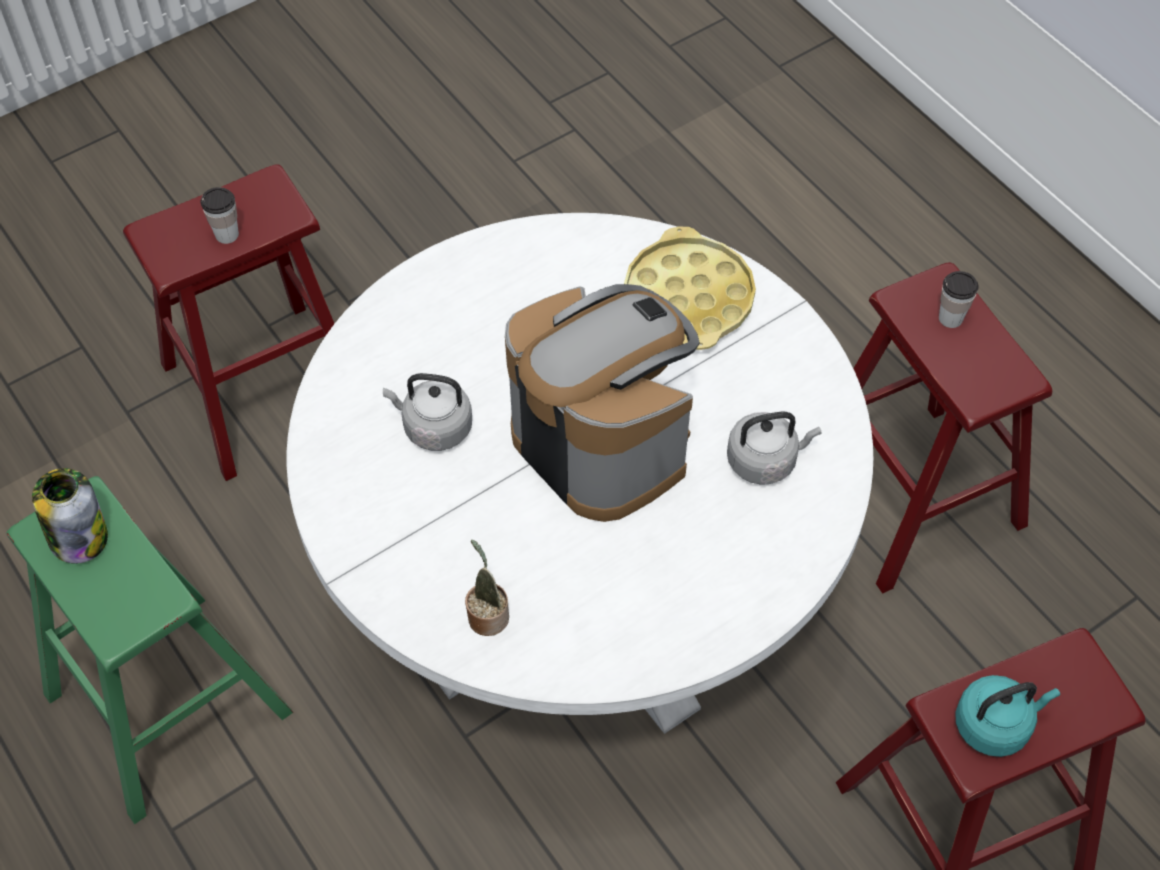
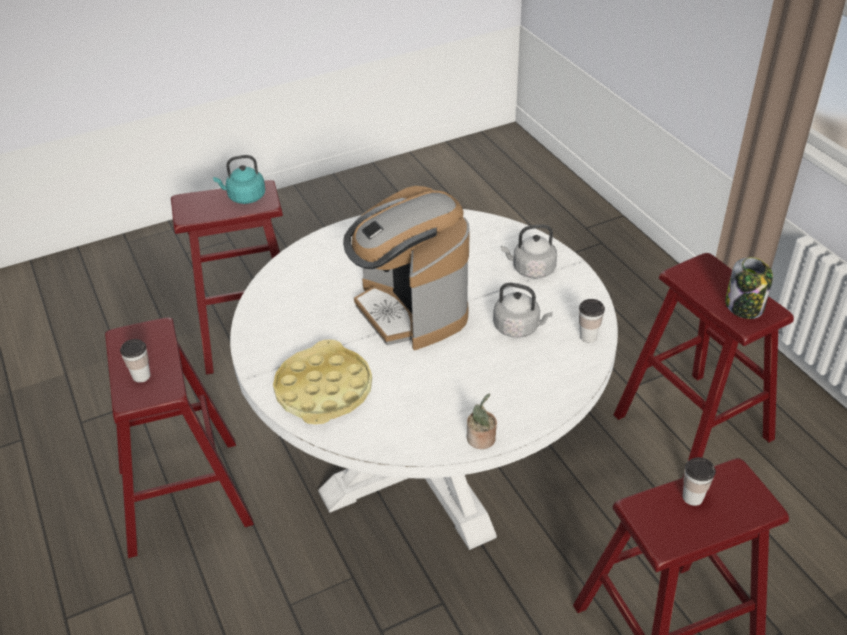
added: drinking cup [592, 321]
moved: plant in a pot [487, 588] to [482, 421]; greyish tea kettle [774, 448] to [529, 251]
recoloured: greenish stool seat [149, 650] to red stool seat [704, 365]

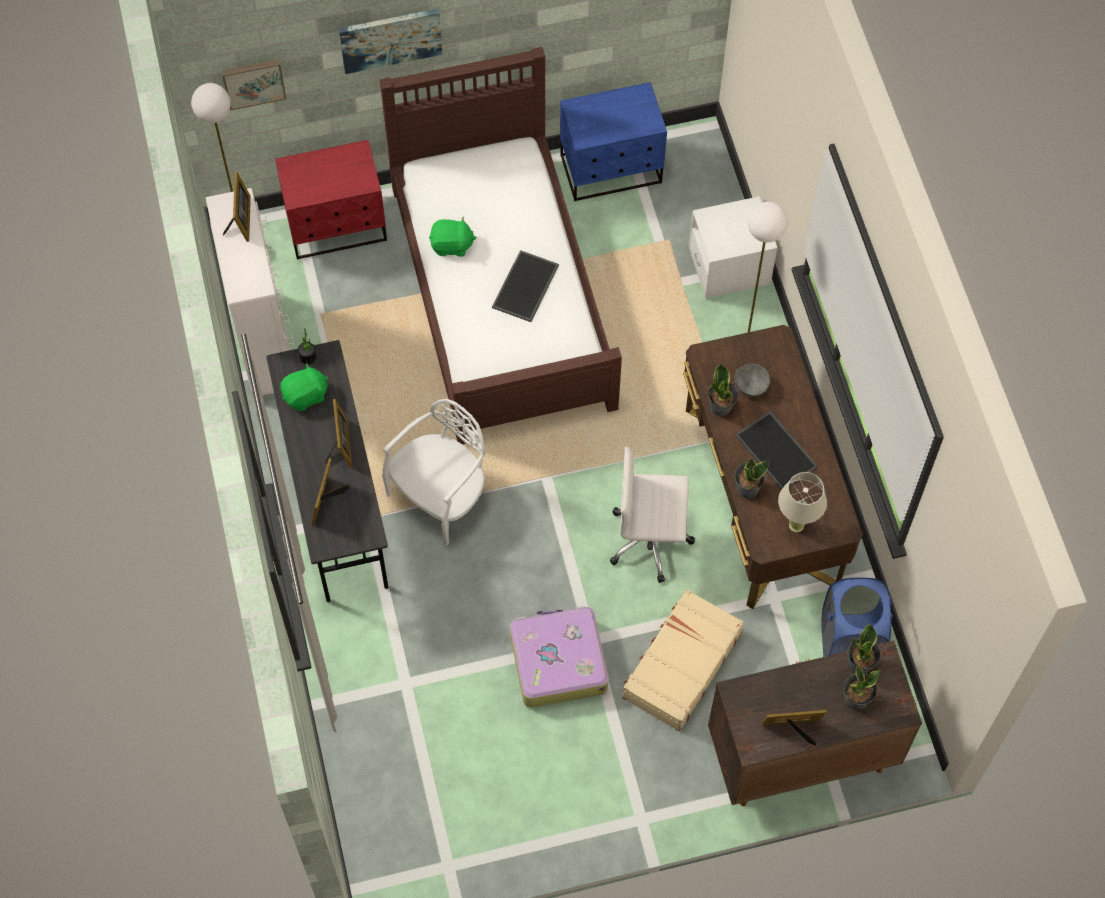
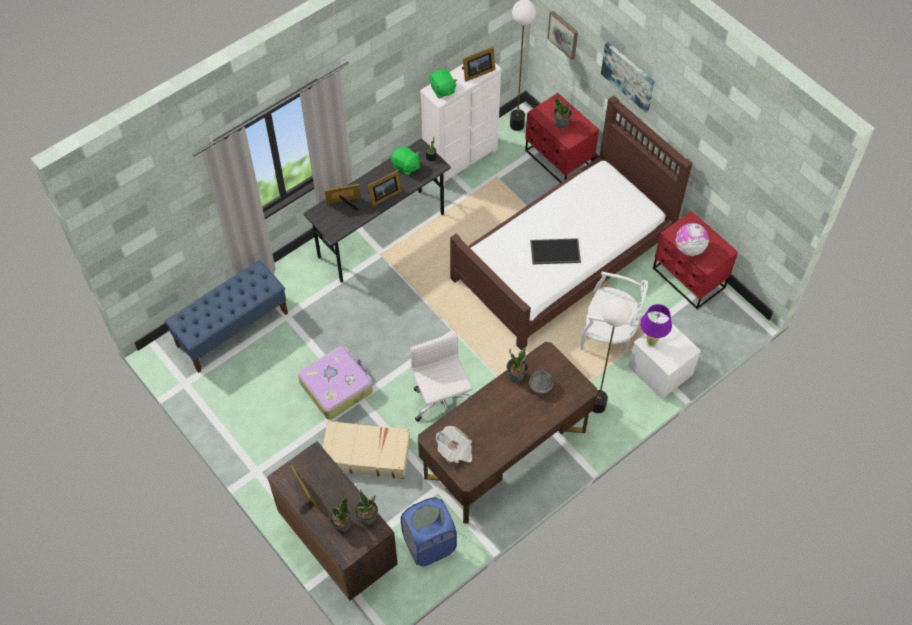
removed: tray [776, 450]
added: bluish long seat [226, 316]; purplish lamp for a table [656, 325]; desk globe [692, 239]
moved: greenish plush toy [452, 236] to [443, 83]; plant in a pot [752, 478] to [562, 113]; white-coloured upright chair [433, 472] to [614, 311]
replaced: beige-coloured lamp for a table [802, 502] to newspaper [454, 444]
recoloured: bluish nightstand [613, 141] to red nightstand [695, 260]

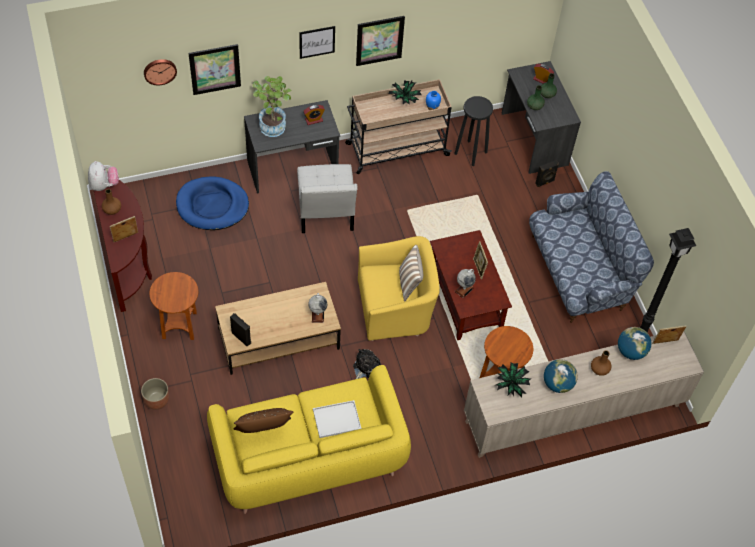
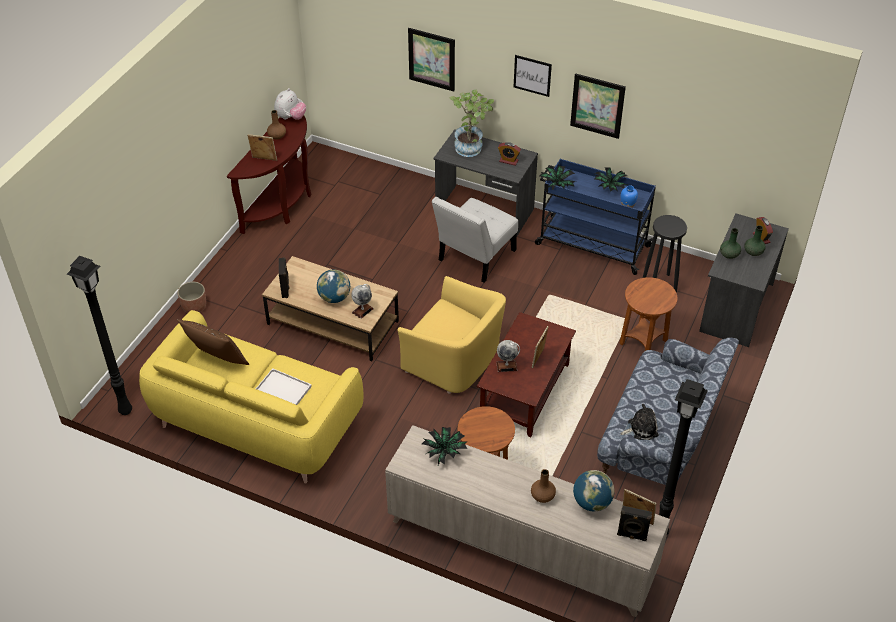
removed: hanging clock [160, 72]; bluish dog bed [212, 203]; cushion [411, 273]
added: blackish standard lamp [99, 335]; plant in a pot [558, 177]
moved: desk globe [561, 376] to [333, 286]; blackish speaker [547, 173] to [634, 523]; brownish side table [173, 306] to [648, 314]; plush toy [367, 364] to [639, 422]
recoloured: beige-coloured trolley [398, 126] to bluish trolley [595, 217]

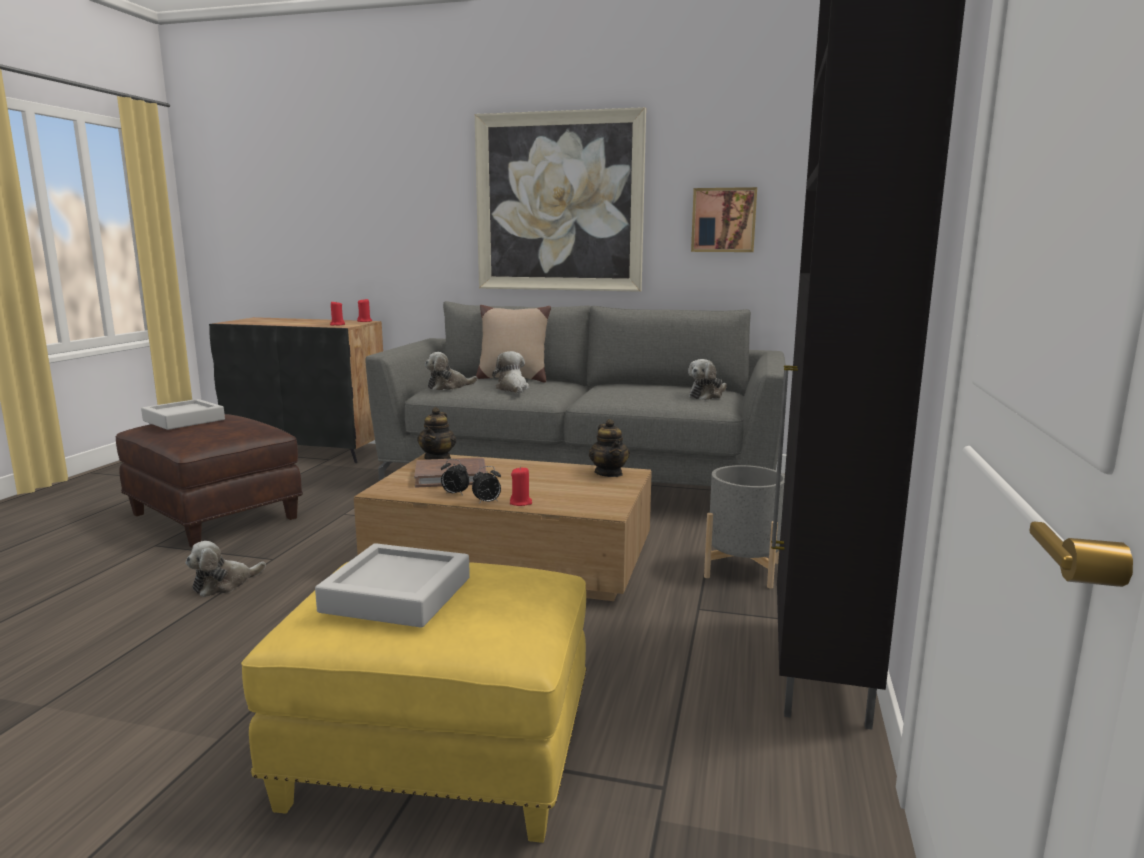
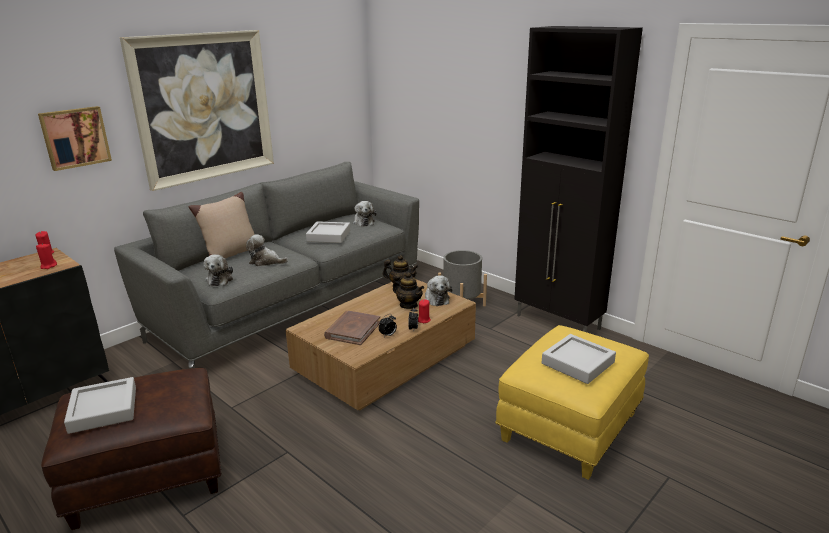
added: greyish tray [328, 232]
moved: wall picture [724, 219] to [75, 138]; pot for tea [436, 433] to [408, 290]; plush toy [226, 569] to [438, 290]

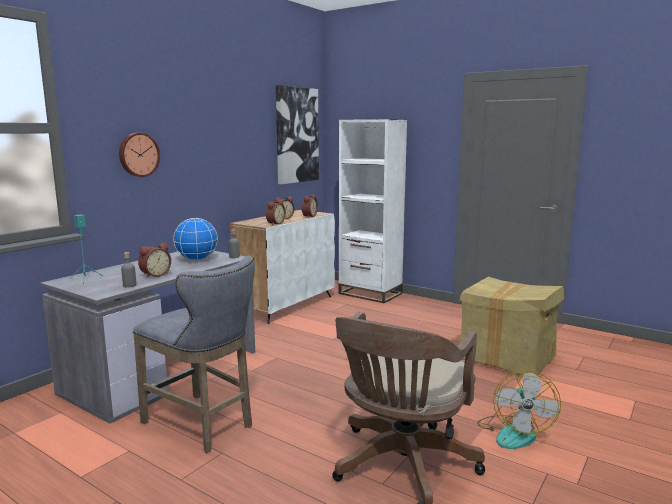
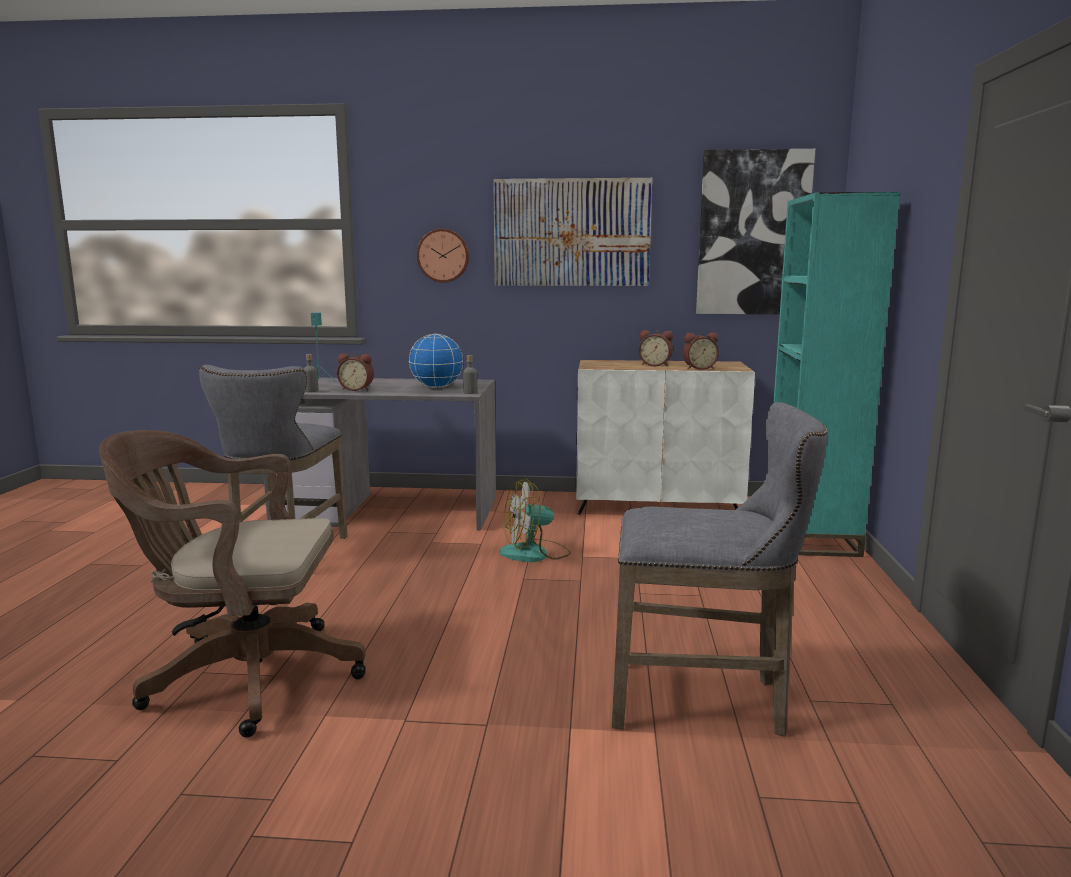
removed: alarm clock [276, 212]
added: wall picture [573, 232]
moved: electric fan [519, 409] to [535, 520]
replaced: carton [511, 326] to greyish stool seat [719, 569]
recoloured: white-coloured bookshelf [372, 211] to blue-green bookshelf [837, 374]

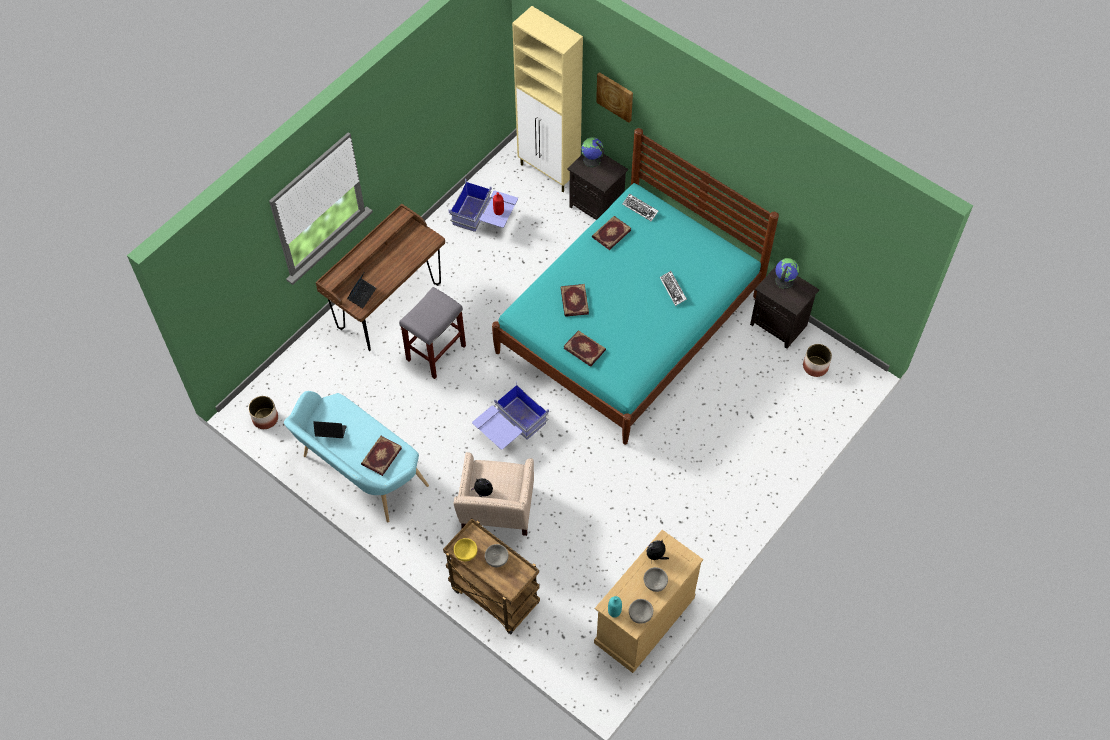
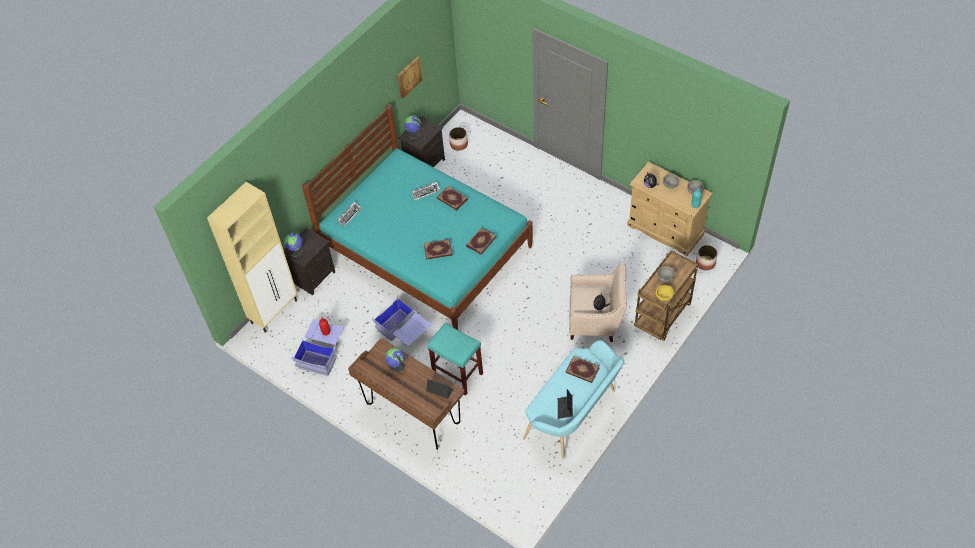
added: desk globe [395, 360]
moved: bluish storage bin [510, 415] to [401, 321]; wall picture [614, 97] to [410, 77]; volume [611, 233] to [452, 198]; flower pot [263, 412] to [707, 258]
recoloured: greyish stool seat [432, 333] to blue-green stool seat [455, 359]

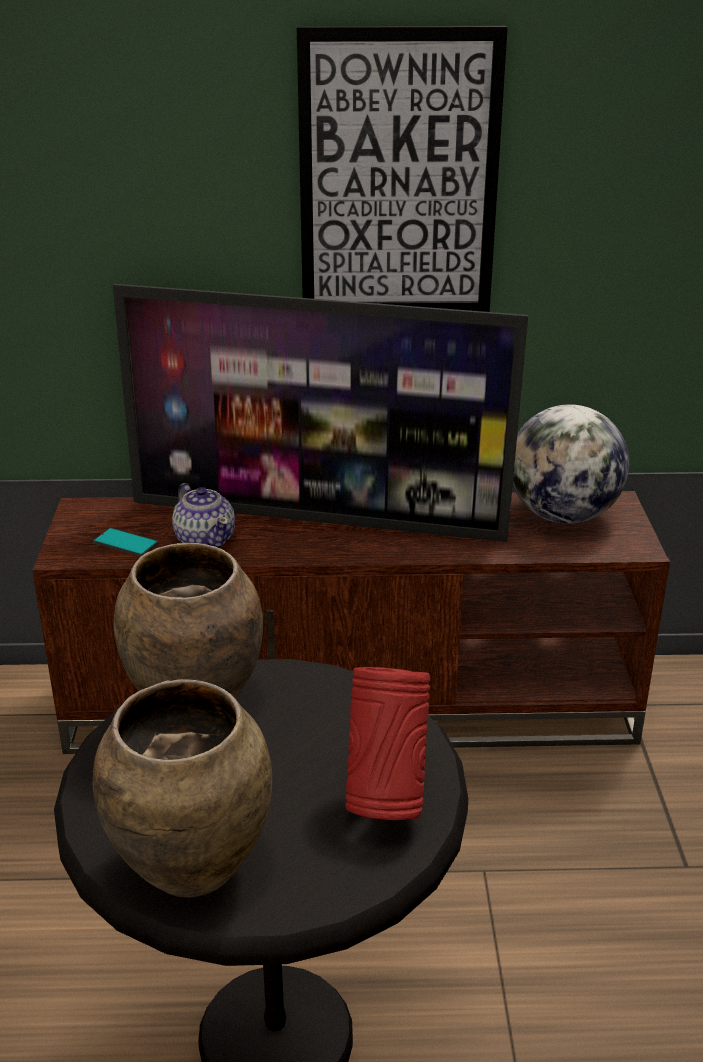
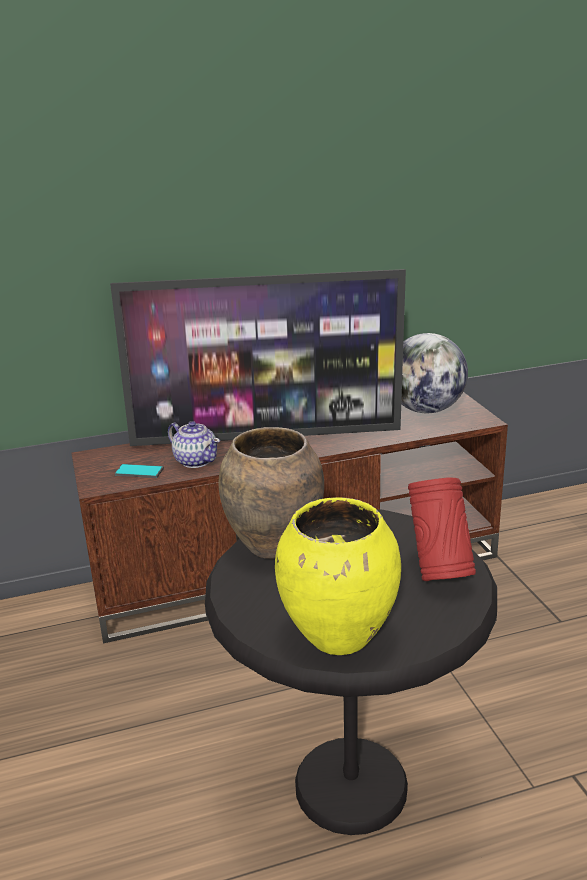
removed: wall picture [402, 169]
recoloured: brownish vase [182, 788] to yellow-coloured vase [338, 576]

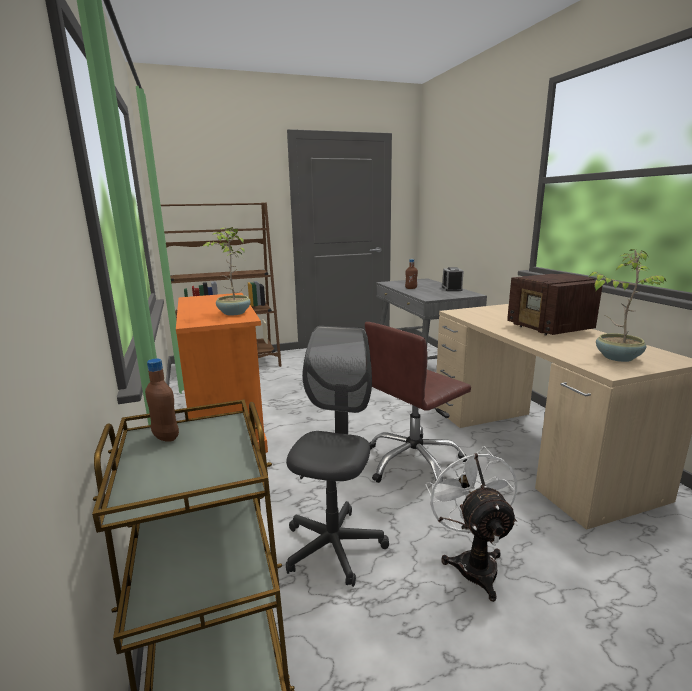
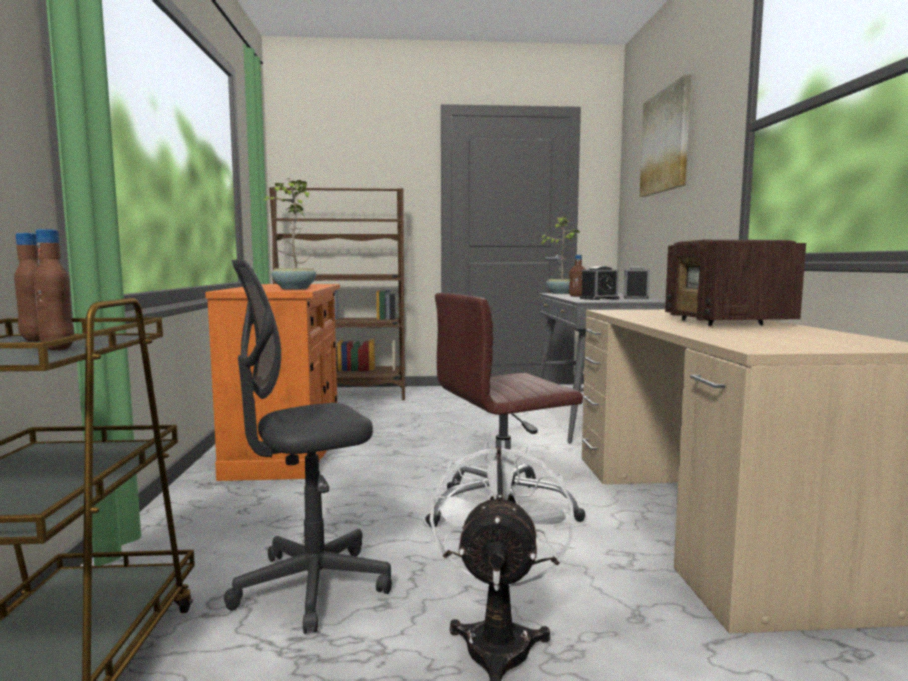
added: brownish drink bottle [53, 289]; alarm clock [599, 283]; wall picture [665, 135]
moved: plant in a pot [627, 305] to [560, 255]
turned: greyish office chair [337, 456] = [308, 447] 150 degrees counterclockwise

